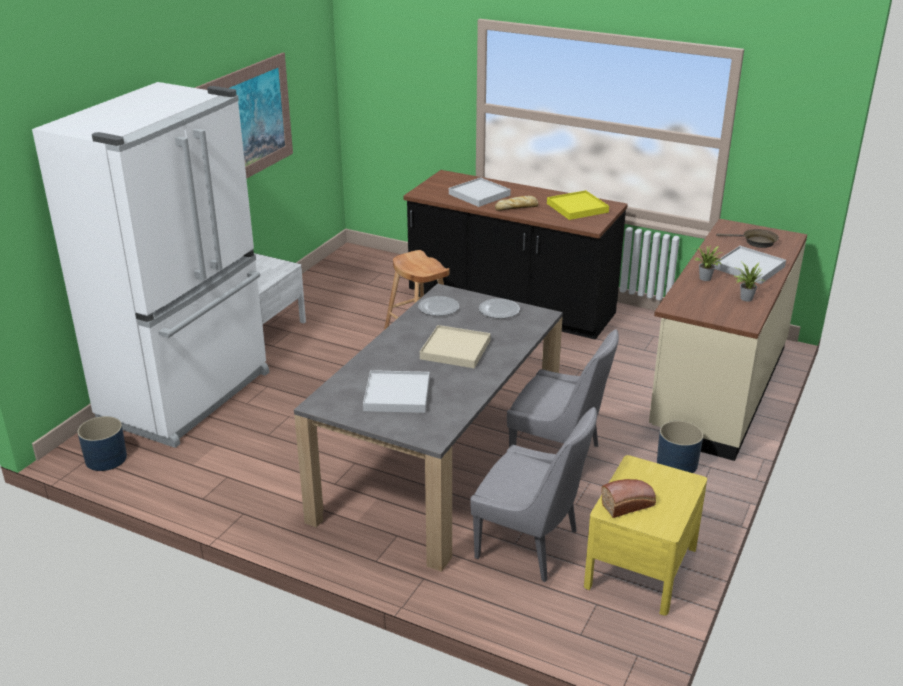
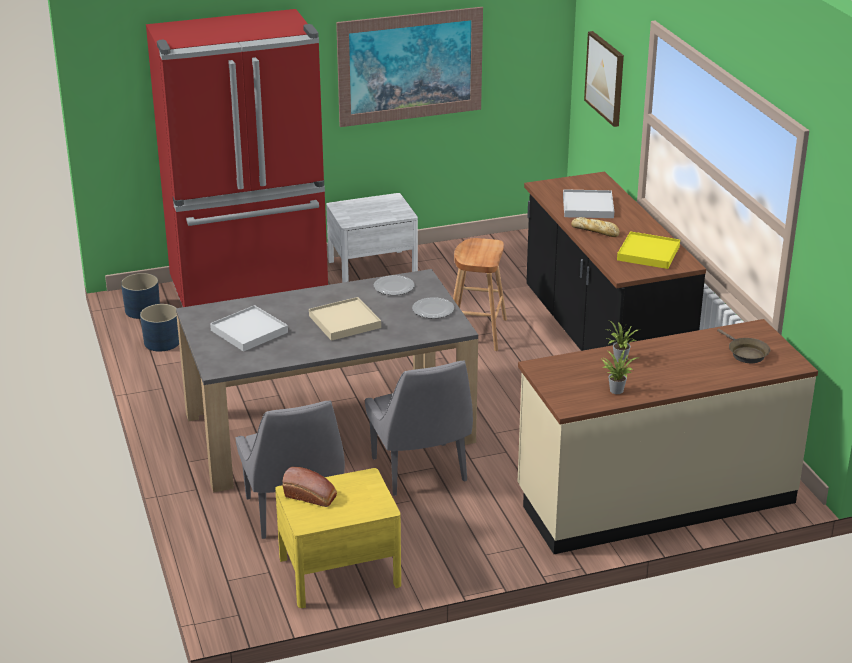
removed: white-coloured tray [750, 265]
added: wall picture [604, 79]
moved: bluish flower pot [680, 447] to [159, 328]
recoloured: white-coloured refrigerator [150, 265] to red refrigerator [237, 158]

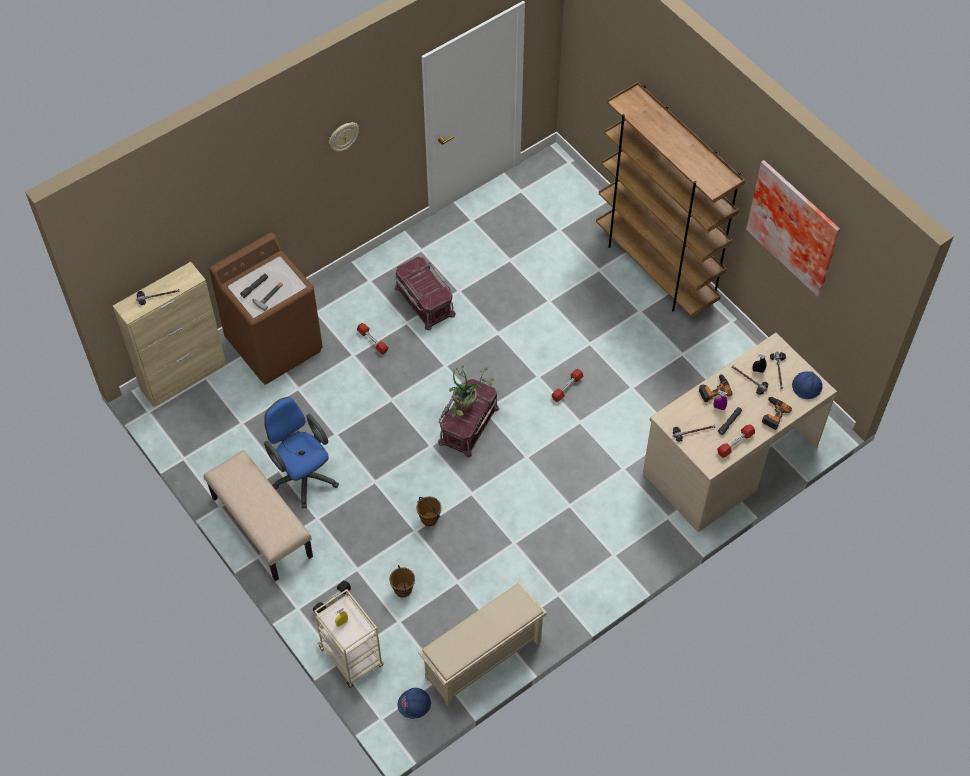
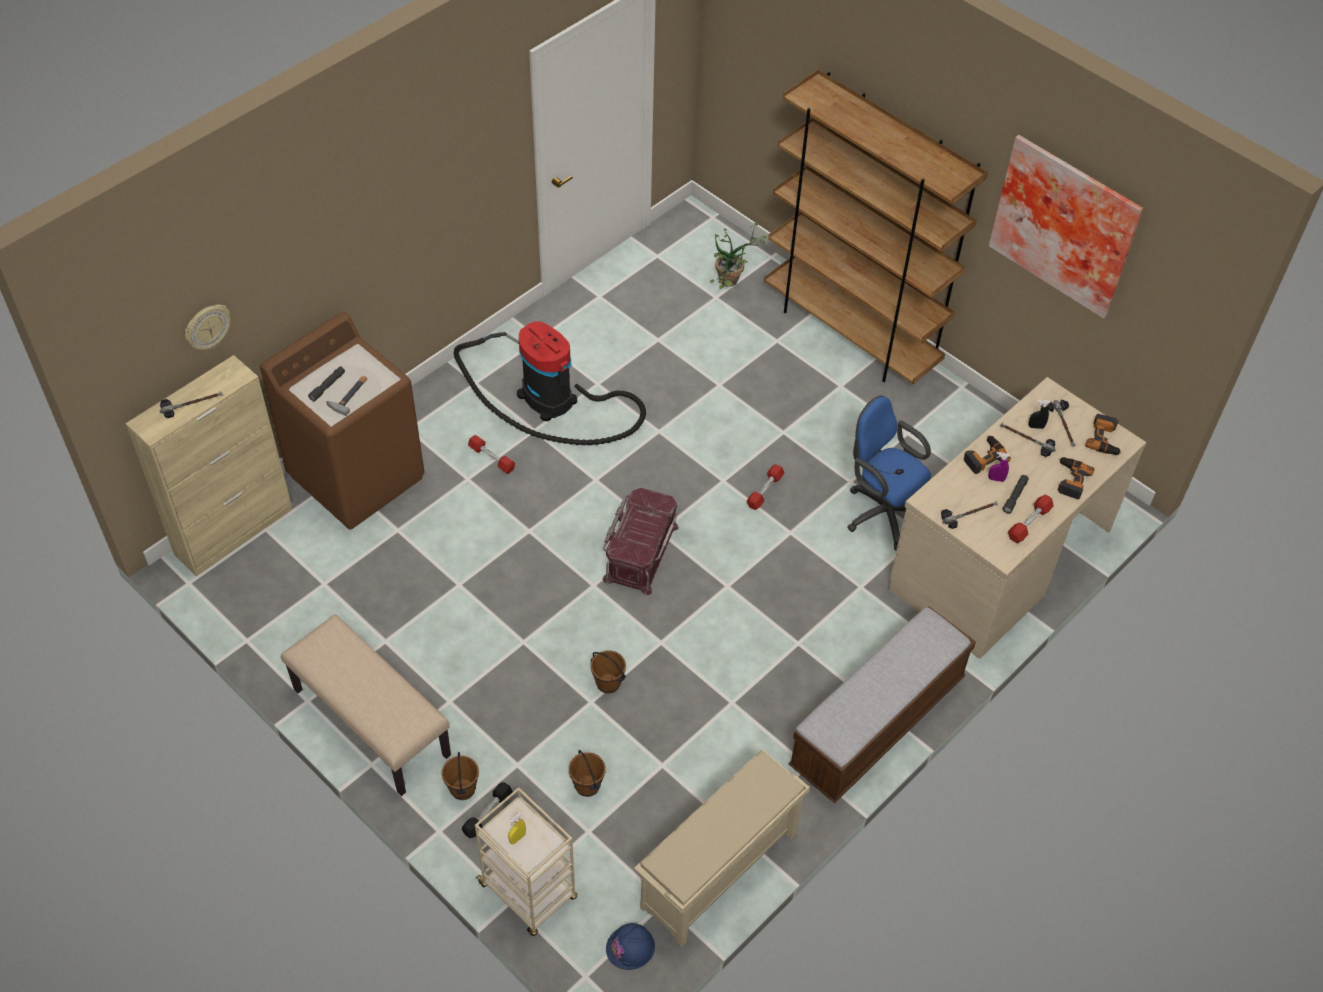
added: brownish pail [460, 776]; long seat [882, 704]
moved: hanging clock [344, 137] to [207, 327]; plant in a pot [471, 391] to [738, 256]; bluish office chair [301, 452] to [889, 473]
replaced: red storage bin [425, 293] to hoover [550, 383]; bluish safety helmet [807, 385] to drill [1103, 434]

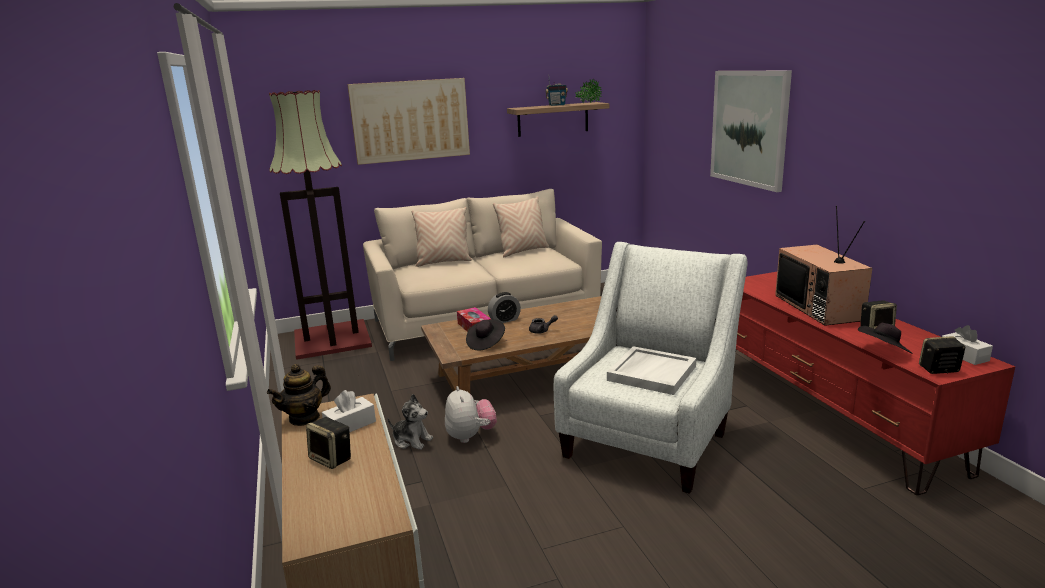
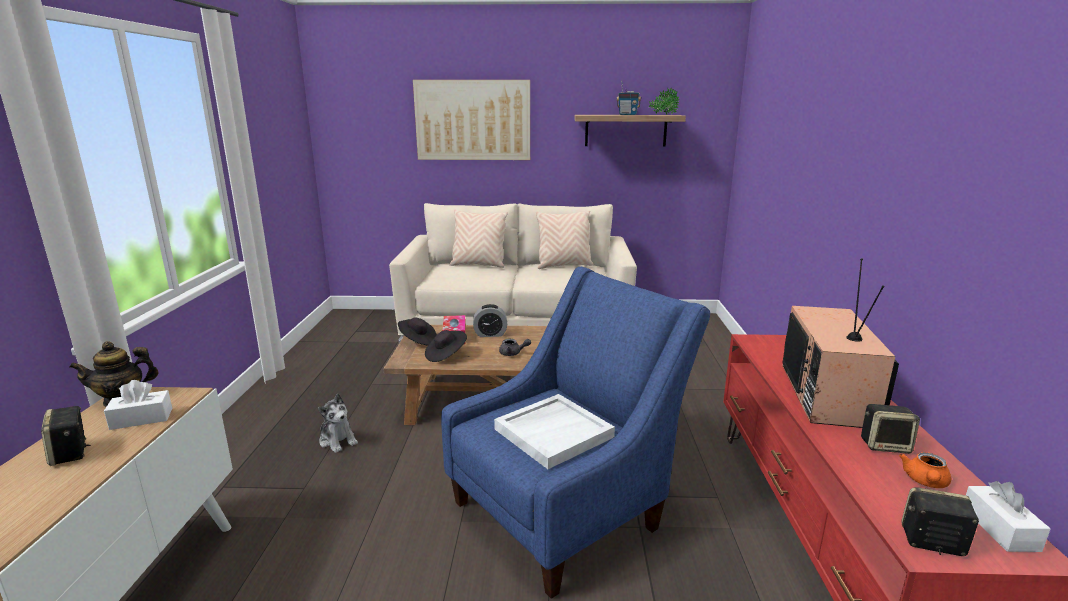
removed: standard lamp [320, 225]; plush toy [471, 414]; wall picture [751, 131]
added: orangey pot for tea [925, 470]
moved: blackish clothing hat [885, 338] to [417, 331]
recoloured: white-coloured easy chair [650, 368] to bluish easy chair [575, 433]

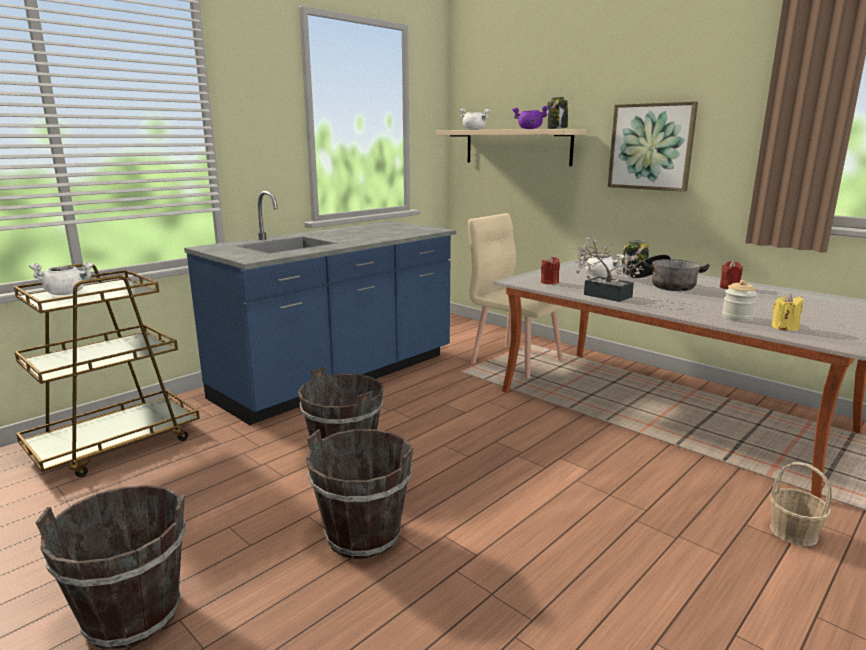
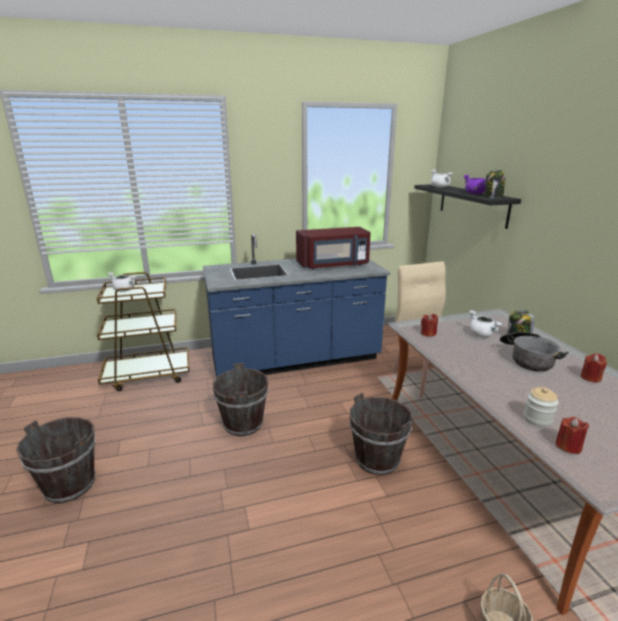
removed: plant in a pot [609, 269]; wall picture [653, 146]
added: red microwave oven [333, 248]
moved: brownish pail [359, 494] to [381, 434]
recoloured: beige-coloured shelf [511, 147] to blackish shelf [467, 206]; yellow-coloured candle [787, 312] to red candle [572, 435]

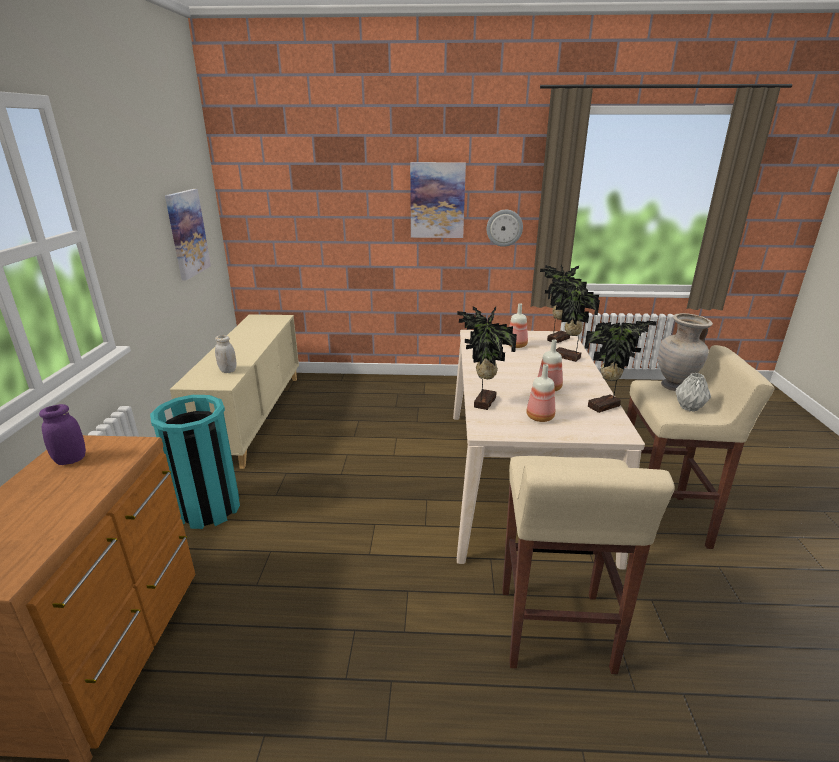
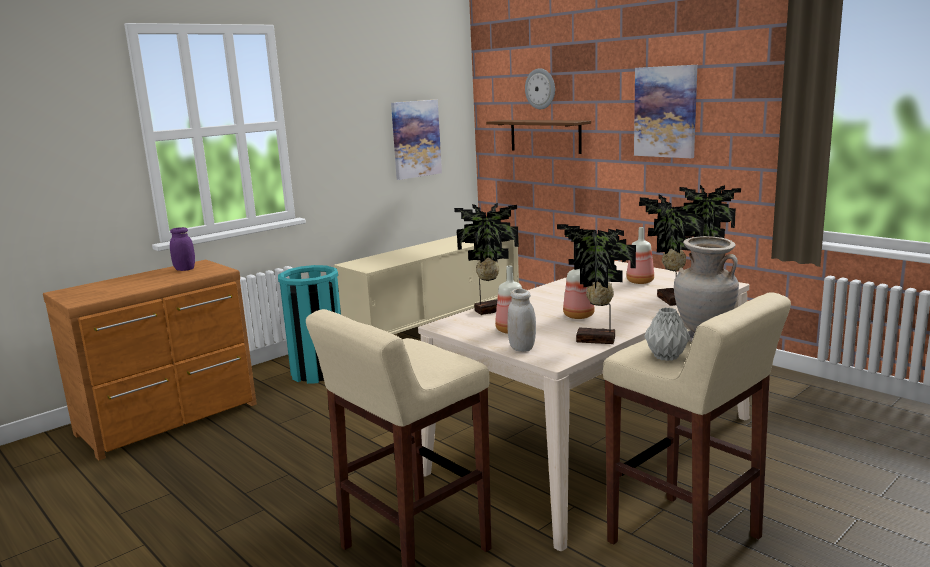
added: brownish shelf [538, 137]
moved: white-coloured jar [225, 354] to [521, 320]; hanging clock [504, 228] to [540, 88]

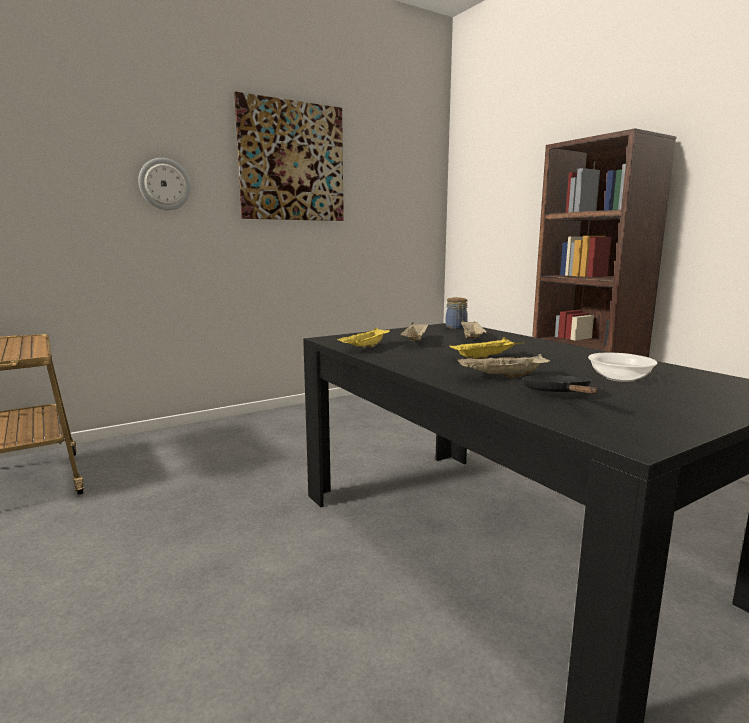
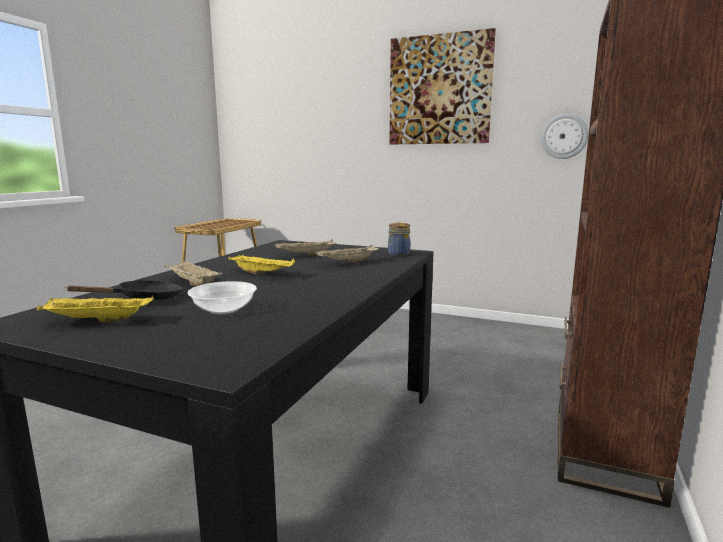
moved: yellow-coloured tray [363, 337] to [95, 309]; hanging clock [164, 184] to [565, 136]

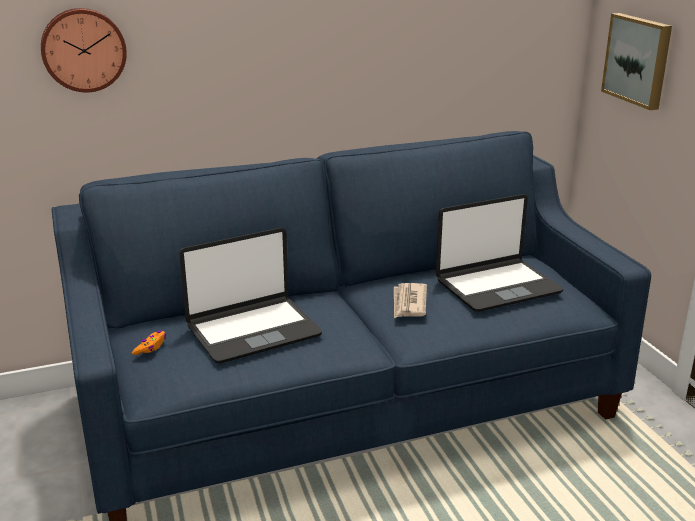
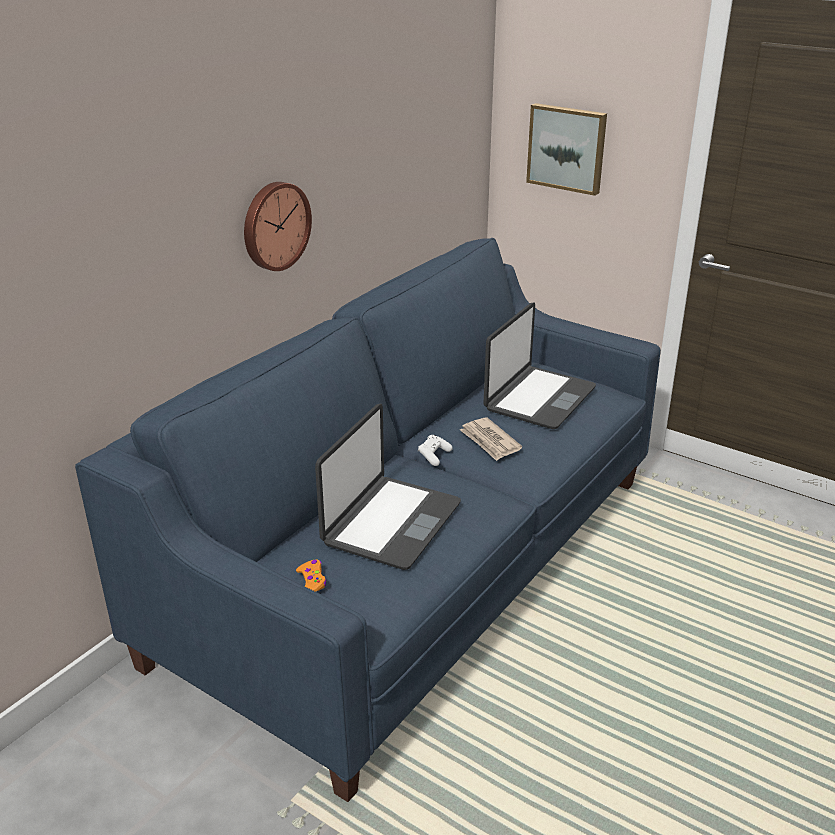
added: white-coloured game controller [435, 450]
moved: hanging clock [84, 50] to [278, 226]

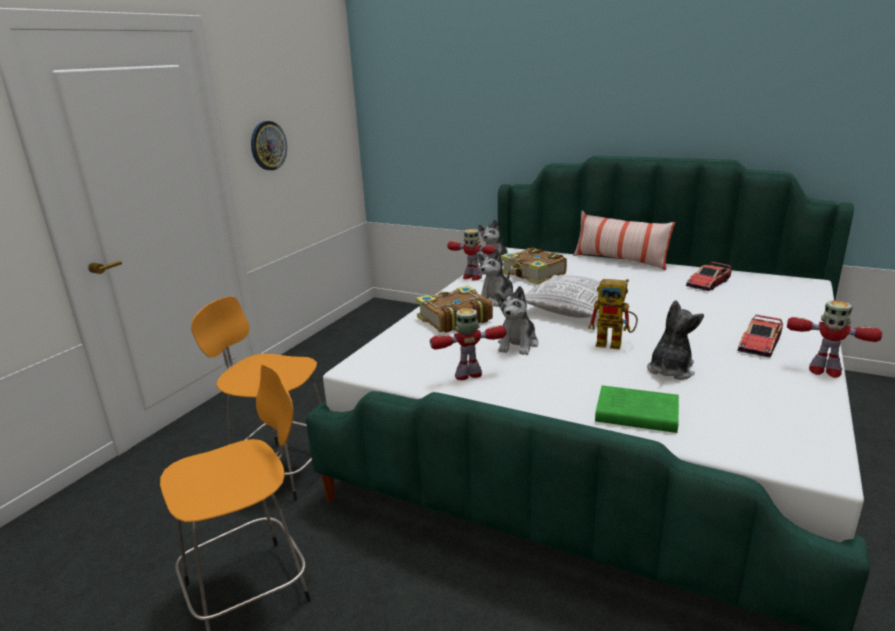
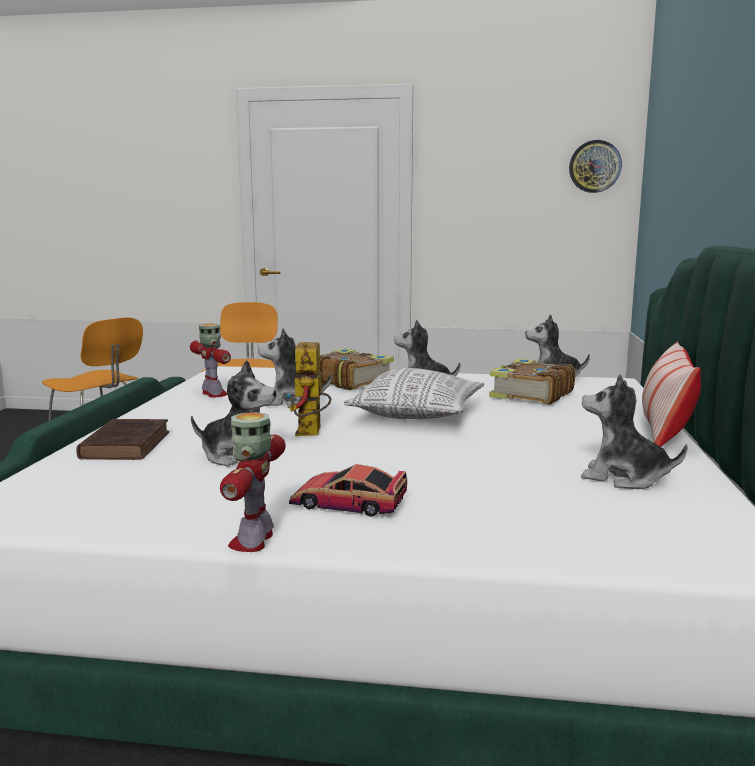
removed: toy robot [472, 255]
moved: hanging clock [269, 145] to [595, 166]
replaced: toy car [709, 276] to plush toy [634, 431]
recoloured: greenish volume [637, 409] to brownish volume [122, 439]

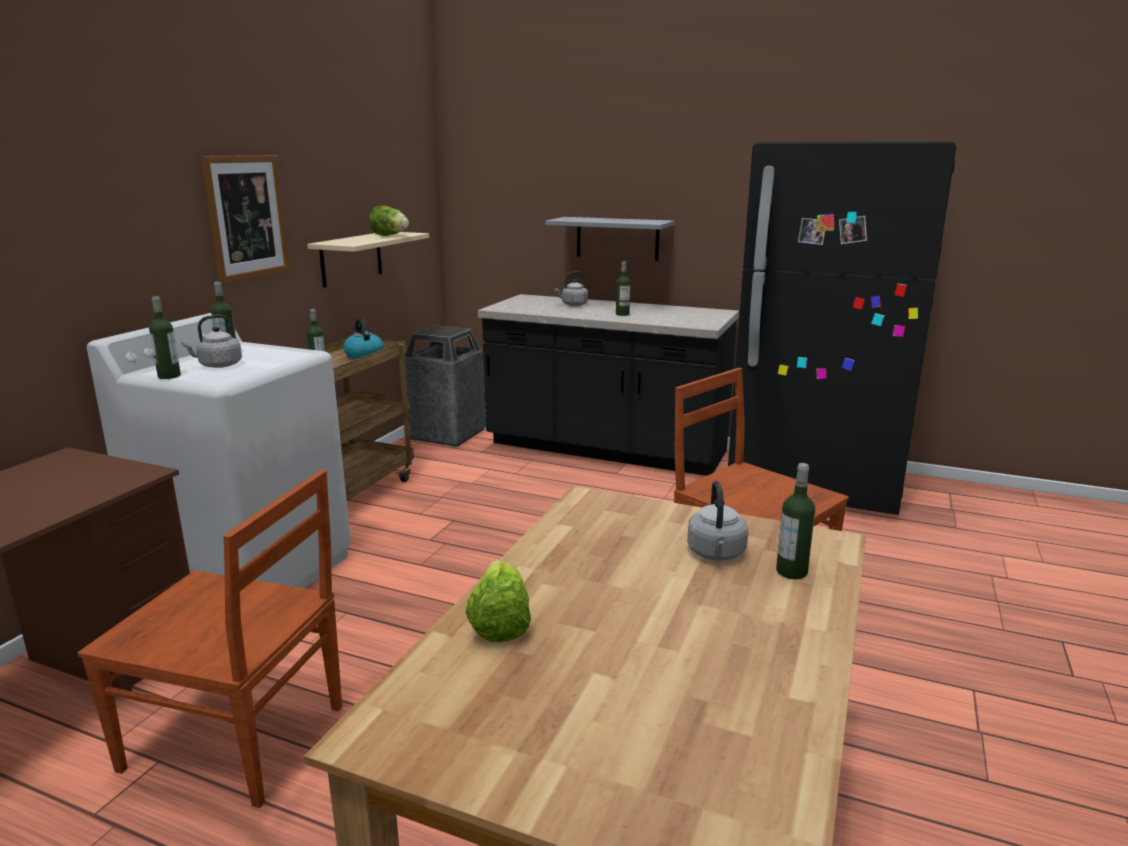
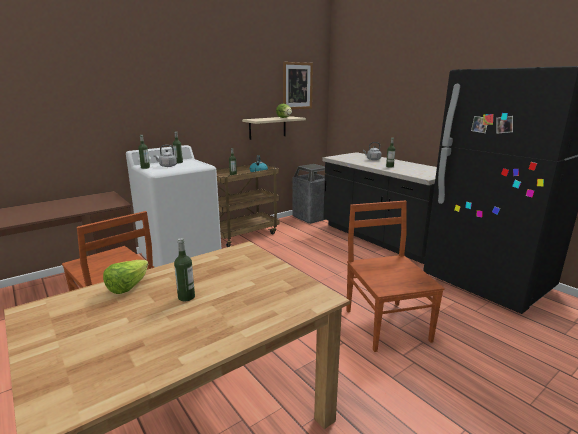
removed: greyish shelf [610, 239]; greyish tea kettle [717, 521]
moved: drink bottle [795, 521] to [184, 269]; wall picture [245, 219] to [298, 85]

